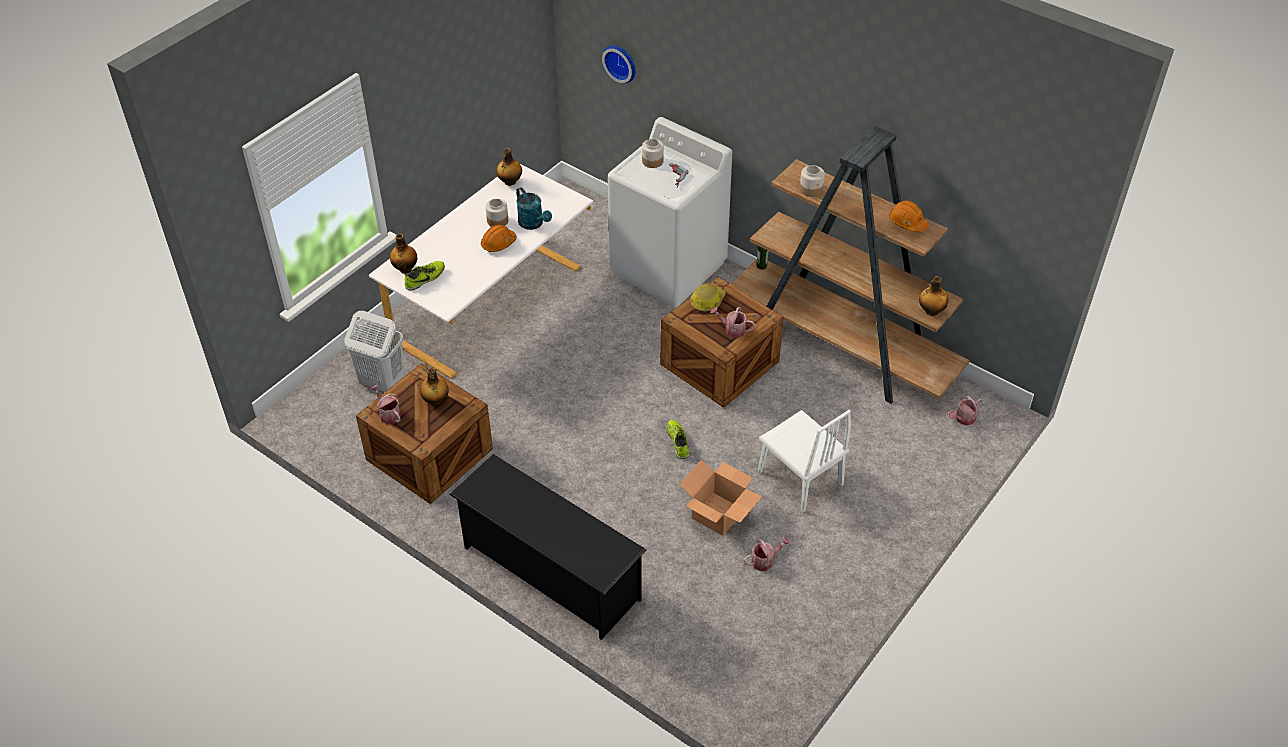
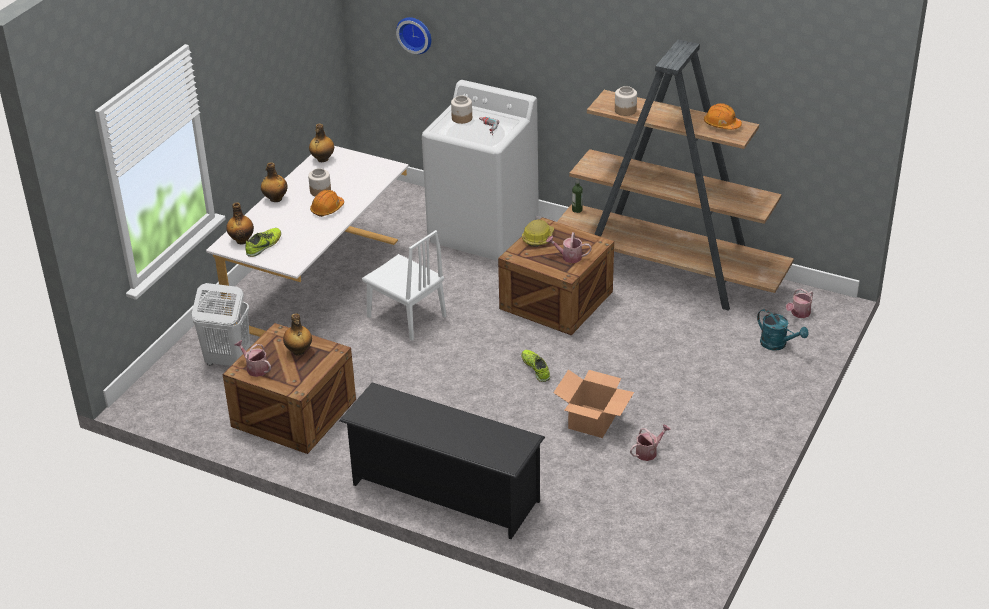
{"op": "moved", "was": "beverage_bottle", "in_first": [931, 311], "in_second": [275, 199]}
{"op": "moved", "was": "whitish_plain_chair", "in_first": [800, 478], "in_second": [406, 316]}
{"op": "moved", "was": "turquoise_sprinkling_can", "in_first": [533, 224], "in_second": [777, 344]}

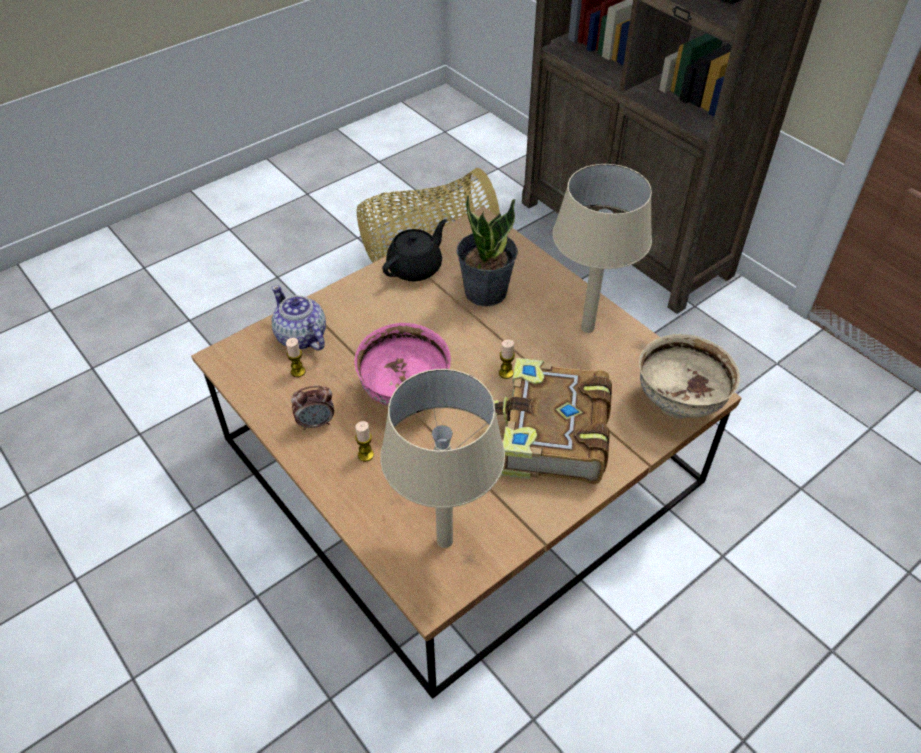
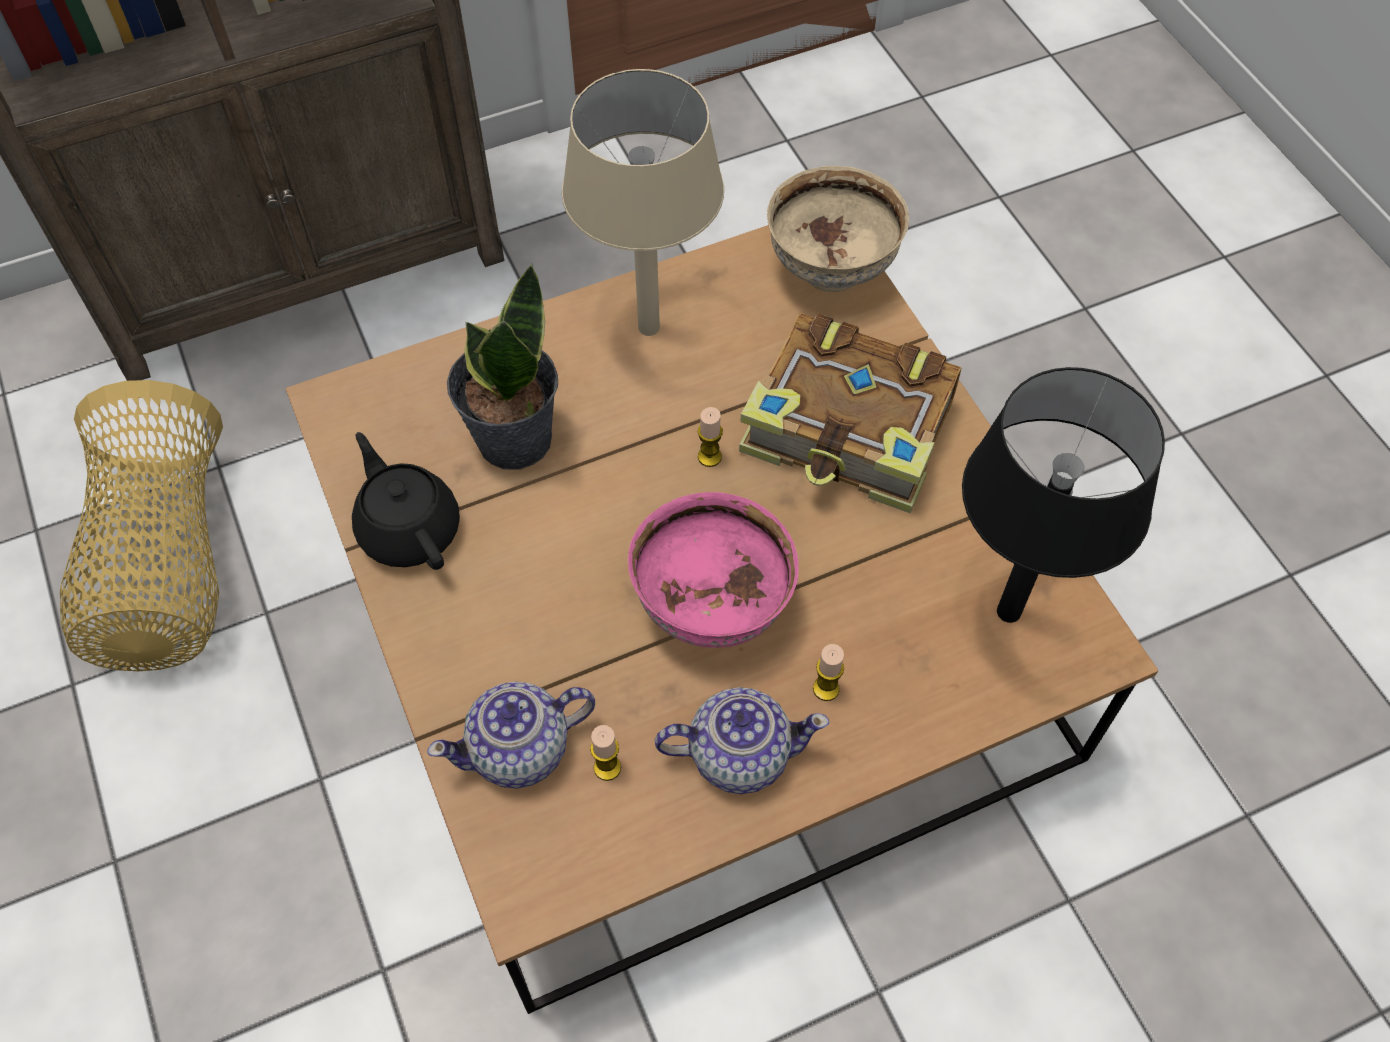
{"op": "replaced", "was": "bedside_clock", "now": "teapot", "in_first": [316, 423], "in_second": [738, 754]}
{"op": "recoloured", "was": "beige_tabletop_lamp", "now": "black-coloured_tabletop_lamp", "in_first": [444, 541], "in_second": [1010, 612]}

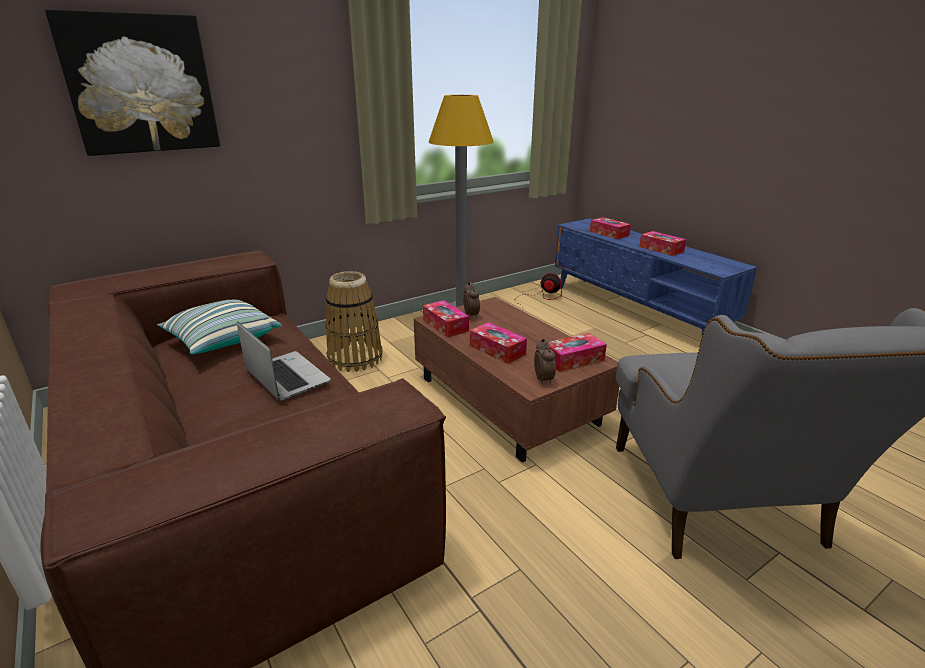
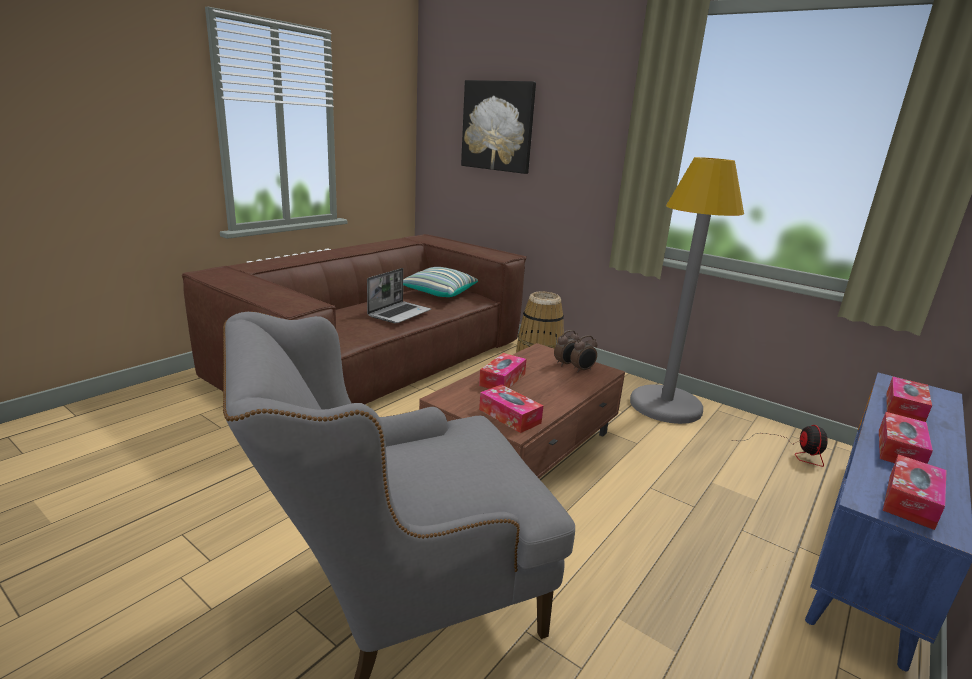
{"op": "moved", "was": "bedside_clock", "in_first": [544, 379], "in_second": [582, 370]}
{"op": "moved", "was": "tissue_holder", "in_first": [445, 325], "in_second": [910, 501]}

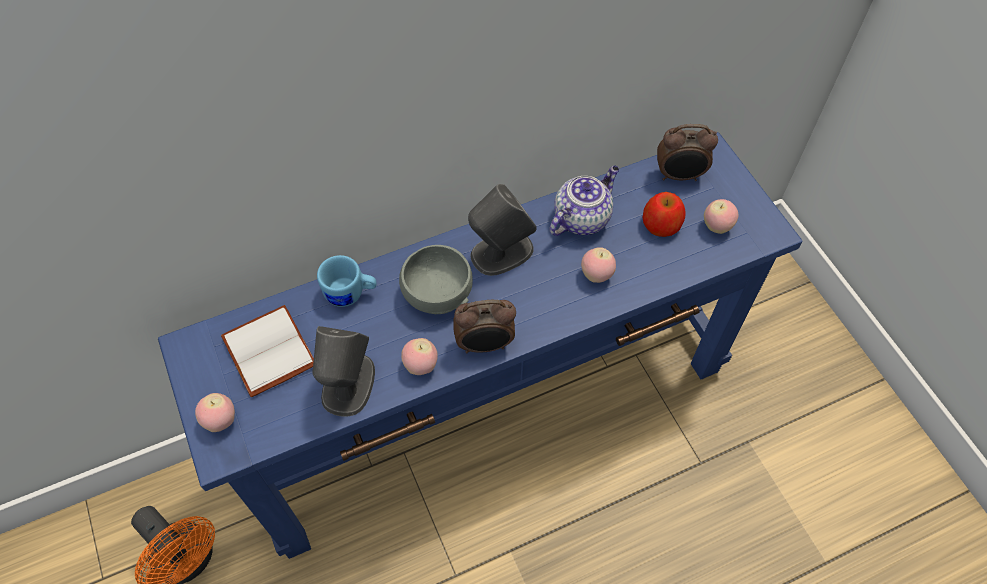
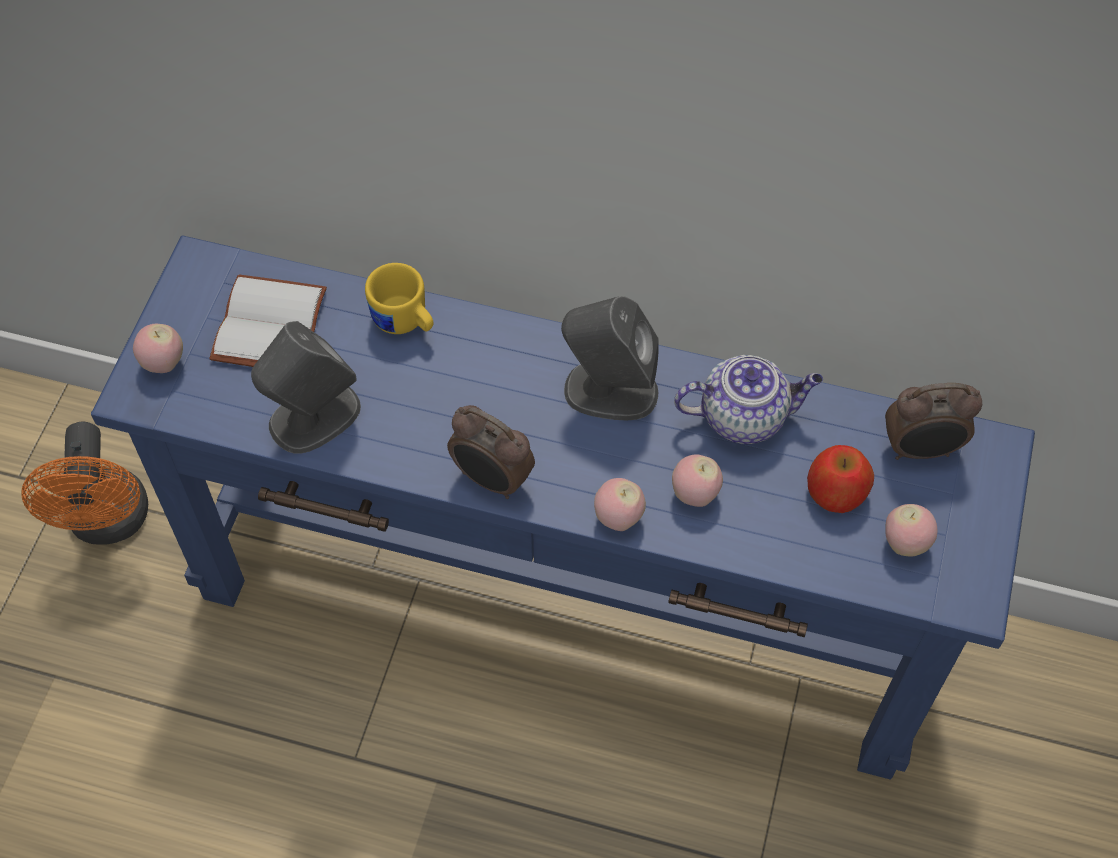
{"op": "recoloured", "was": "blue_tea_mug", "now": "yellow_tea_mug", "in_first": [350, 294], "in_second": [404, 322]}
{"op": "moved", "was": "apple", "in_first": [421, 365], "in_second": [618, 518]}
{"op": "turned", "was": "bedside_clock", "in_first": [679, 176], "in_second": [921, 450], "clockwise": -45}
{"op": "removed", "was": "grey_bowl", "in_first": [437, 293]}

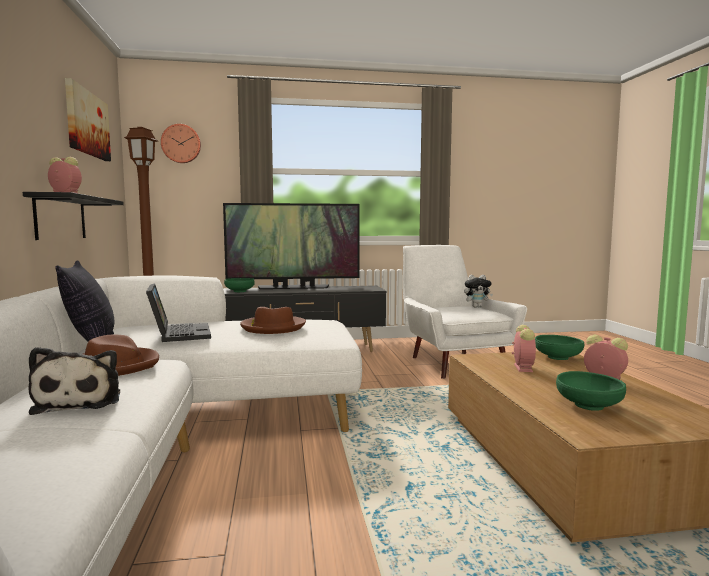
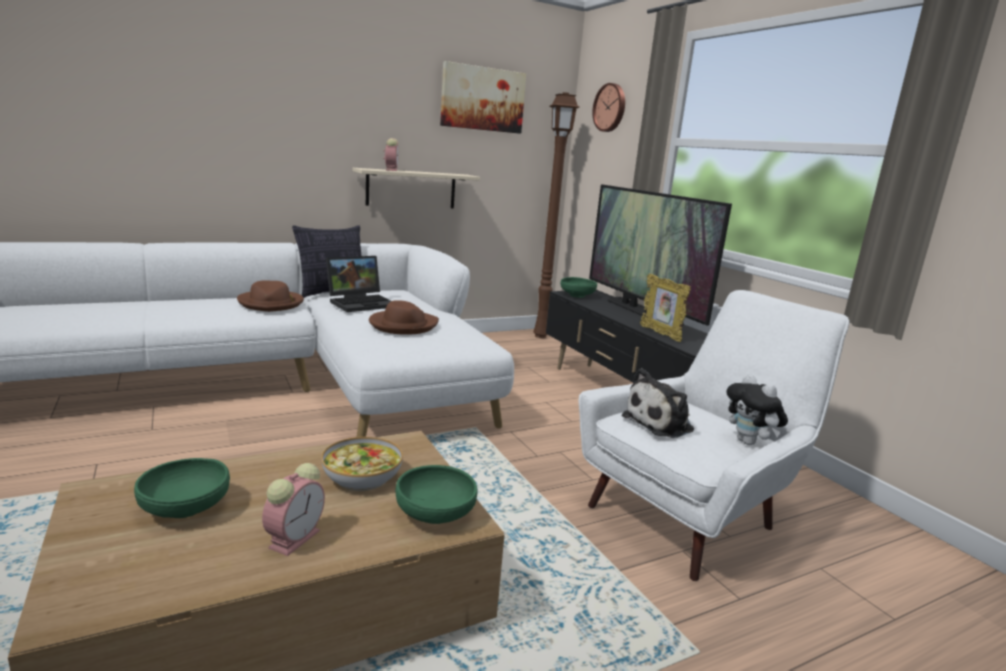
{"op": "replaced", "was": "bedside_clock", "now": "bowl", "in_first": [522, 367], "in_second": [363, 477]}
{"op": "recoloured", "was": "black-coloured_bracket_shelf", "now": "beige_bracket_shelf", "in_first": [60, 218], "in_second": [411, 189]}
{"op": "moved", "was": "cuddly_toy", "in_first": [81, 401], "in_second": [661, 423]}
{"op": "added", "now": "photo_frame", "in_second": [660, 334]}

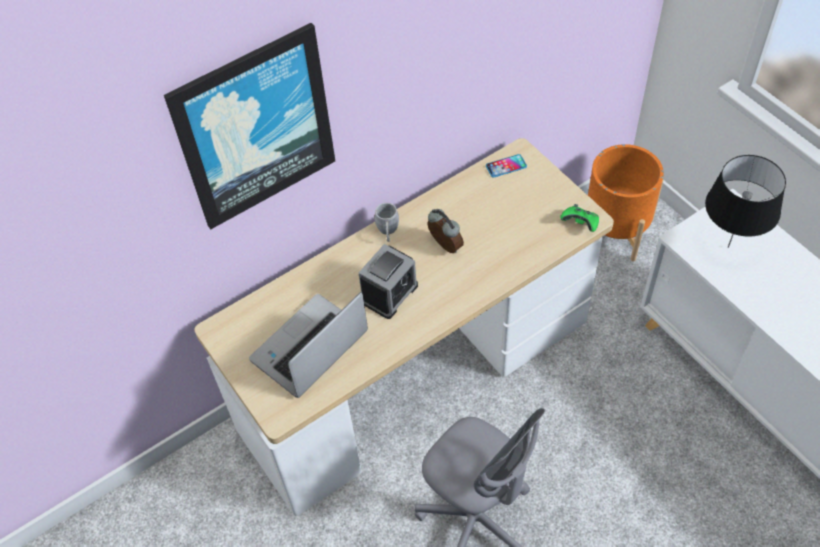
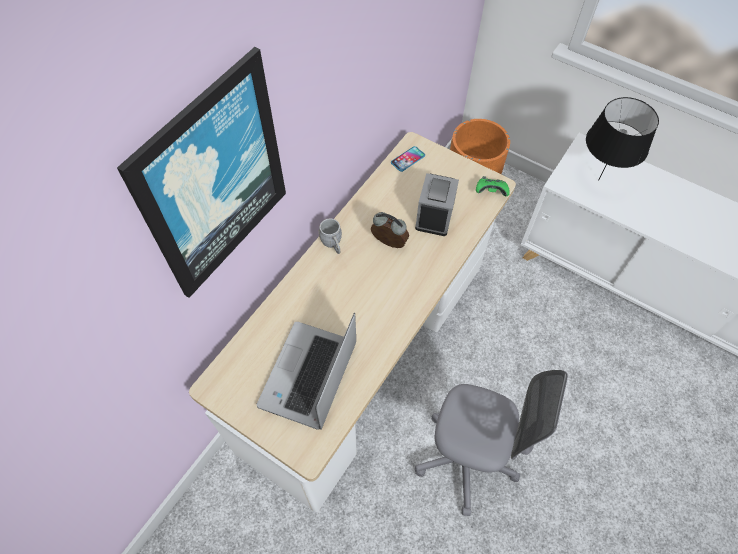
{"op": "moved", "was": "bedside_clock", "in_first": [389, 293], "in_second": [434, 215]}

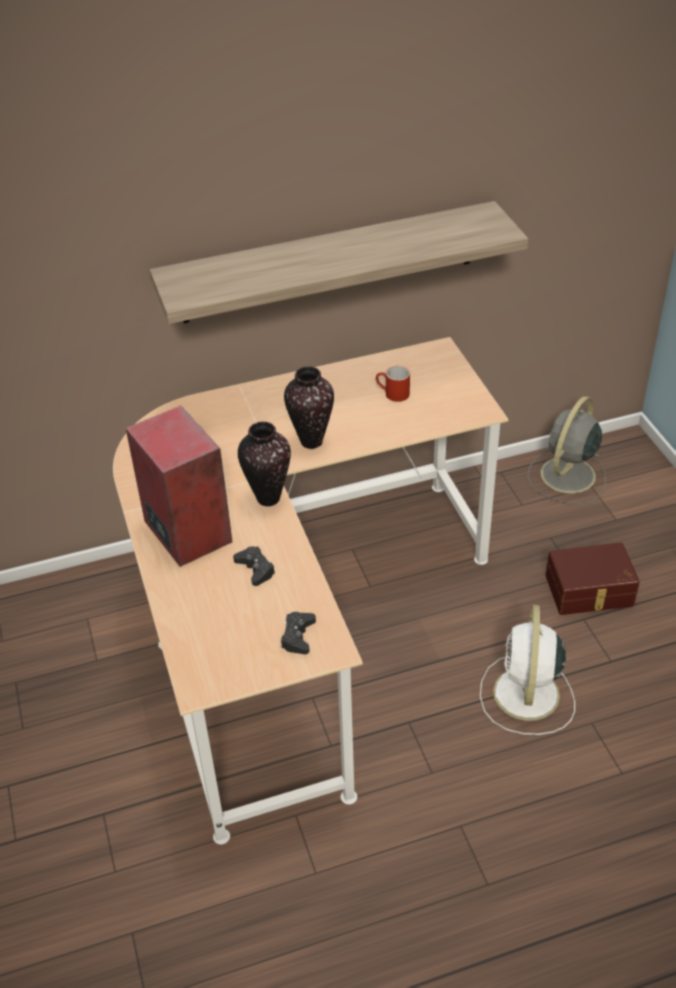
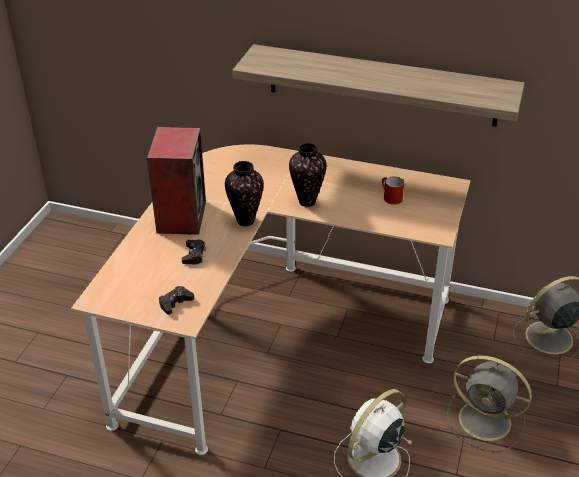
{"op": "replaced", "was": "brownish_storage_bin", "now": "grey_fan", "in_first": [590, 591], "in_second": [487, 421]}

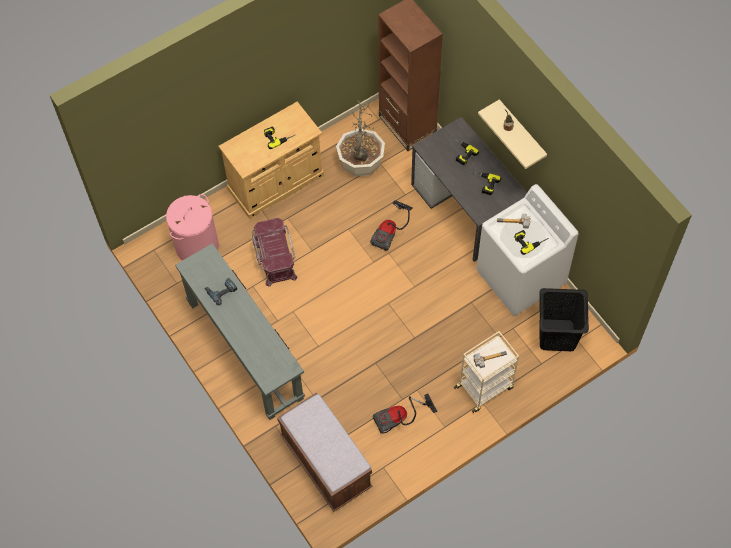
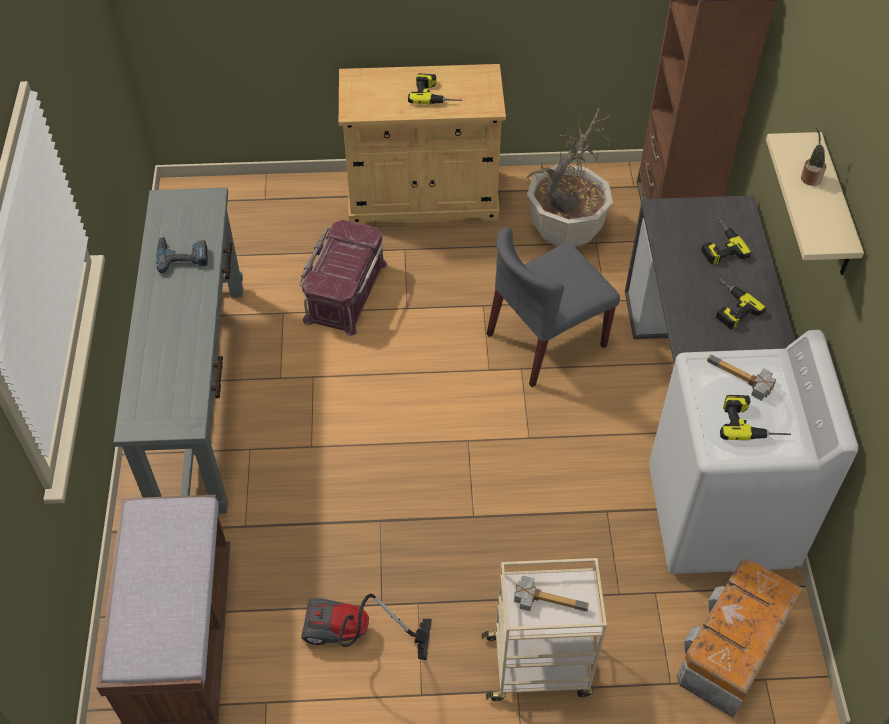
{"op": "replaced", "was": "vacuum", "now": "grey_plain_chair", "in_first": [390, 232], "in_second": [545, 341]}
{"op": "replaced", "was": "black-coloured_laundry_basket", "now": "storage_bin", "in_first": [557, 335], "in_second": [731, 650]}
{"op": "removed", "was": "pink_laundry_basket", "in_first": [197, 246]}

